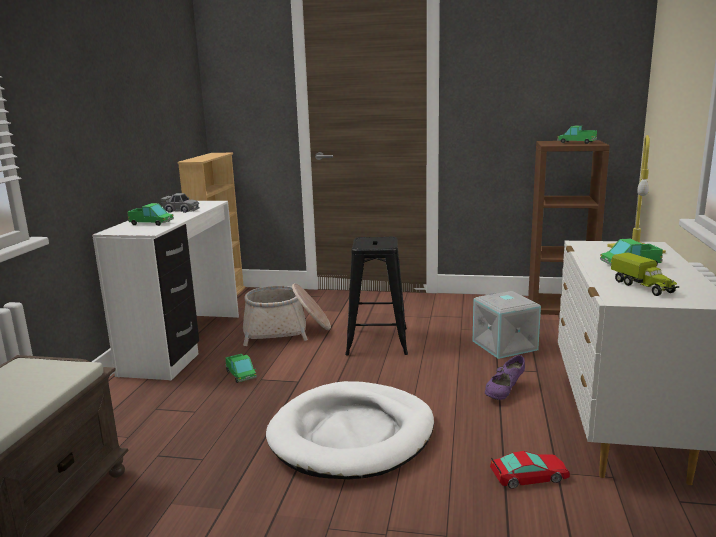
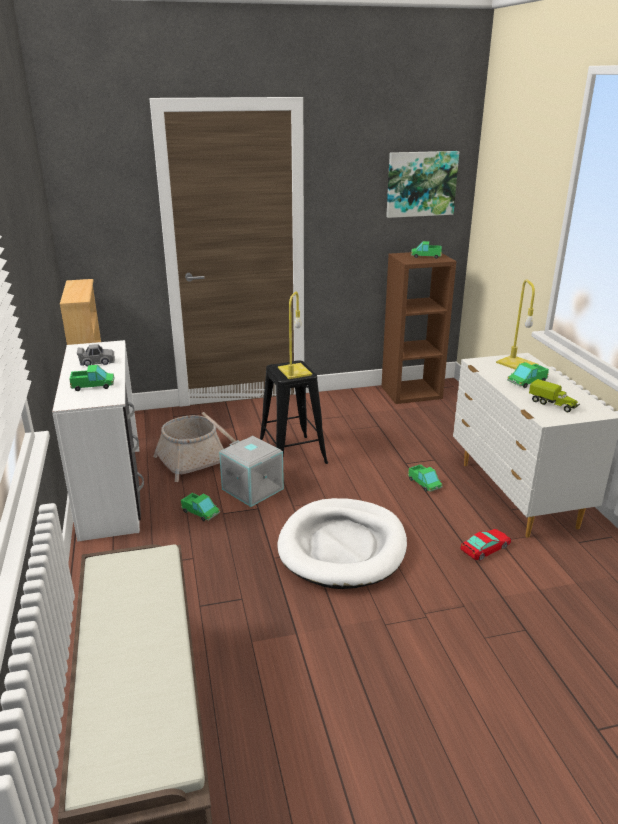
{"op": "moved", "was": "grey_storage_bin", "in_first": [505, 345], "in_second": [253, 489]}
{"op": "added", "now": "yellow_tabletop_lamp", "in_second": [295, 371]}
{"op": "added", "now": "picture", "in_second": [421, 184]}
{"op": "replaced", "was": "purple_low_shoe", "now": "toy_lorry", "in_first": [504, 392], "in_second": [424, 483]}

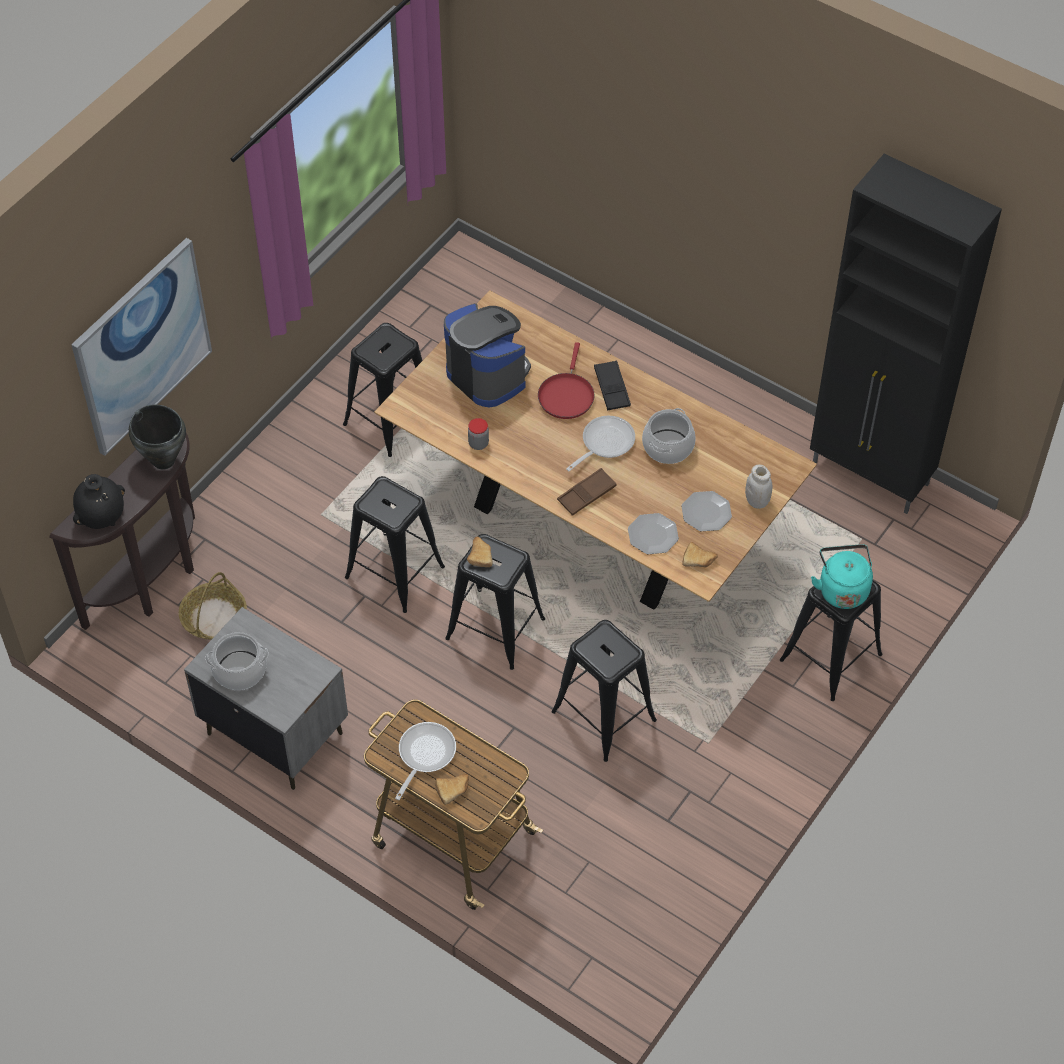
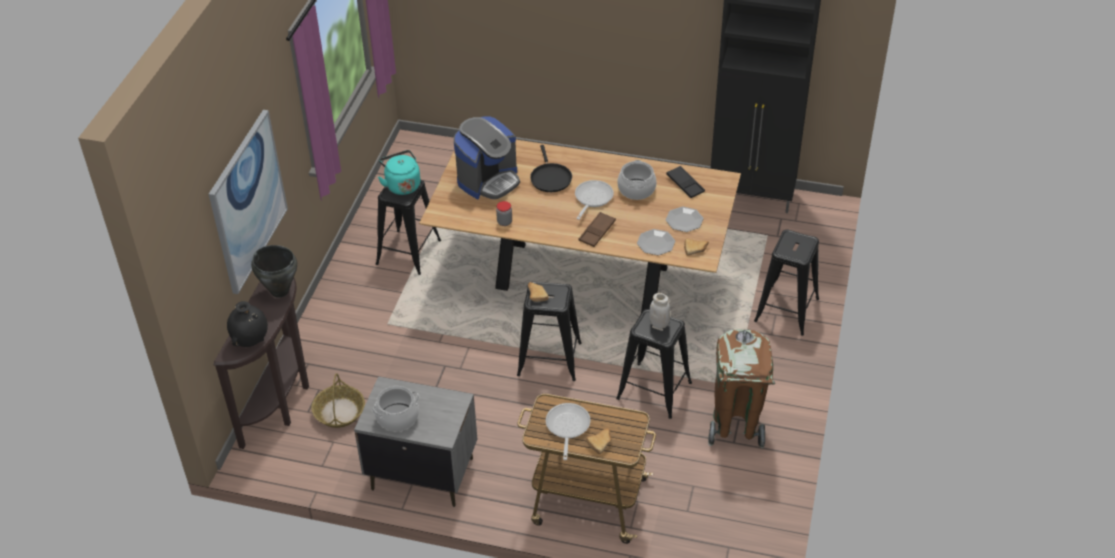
{"op": "moved", "was": "turquoise_tea_kettle", "in_first": [842, 589], "in_second": [402, 185]}
{"op": "turned", "was": "coffee_maker", "in_first": [487, 374], "in_second": [488, 180], "clockwise": 105}
{"op": "recoloured", "was": "reddish_frying_pan", "now": "black-coloured_frying_pan", "in_first": [566, 395], "in_second": [550, 178]}
{"op": "moved", "was": "whitish_jar", "in_first": [757, 501], "in_second": [659, 324]}
{"op": "moved", "was": "black-coloured_serving_tray", "in_first": [612, 388], "in_second": [685, 184]}
{"op": "added", "now": "brownish_waste_bin", "in_second": [736, 426]}
{"op": "removed", "was": "black-coloured_sitting_stool", "in_first": [395, 572]}

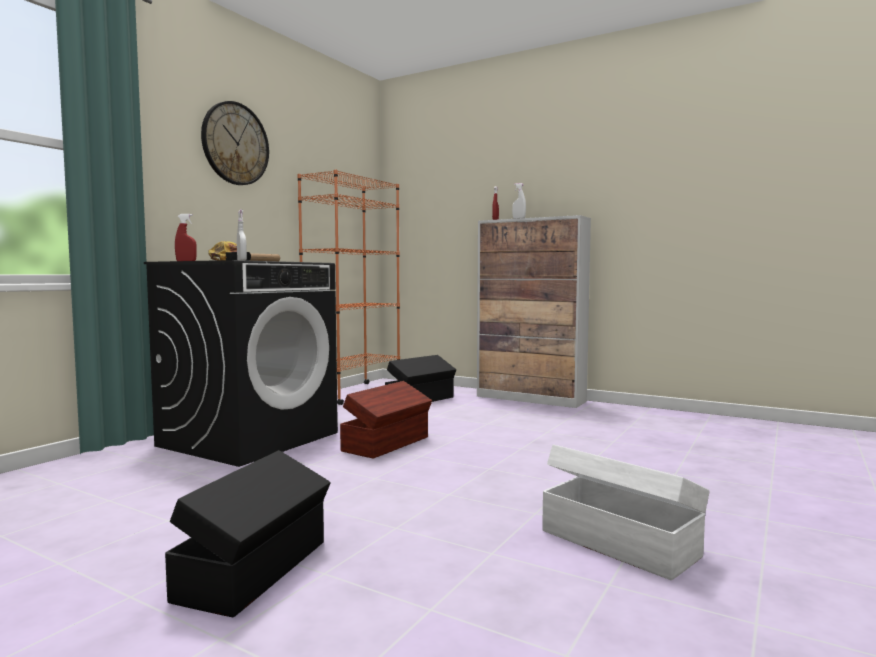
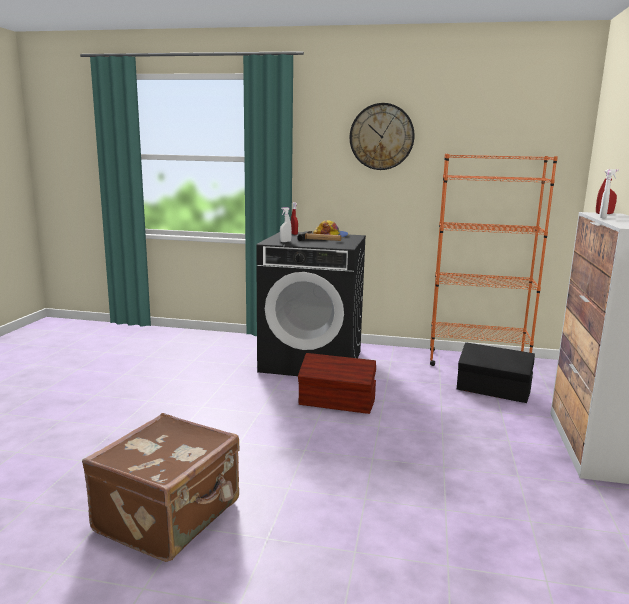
{"op": "replaced", "was": "whitish_storage_bin", "now": "brownish_travel_case", "in_first": [618, 542], "in_second": [170, 516]}
{"op": "removed", "was": "black-coloured_storage_bin", "in_first": [257, 569]}

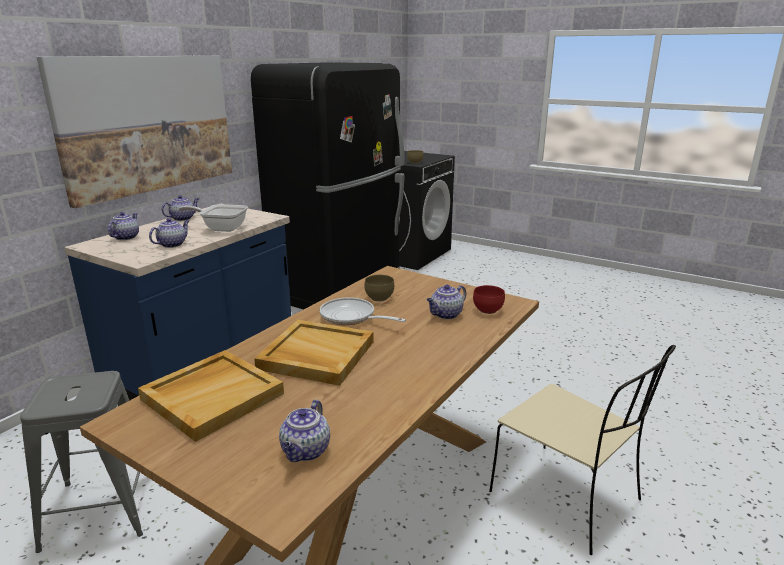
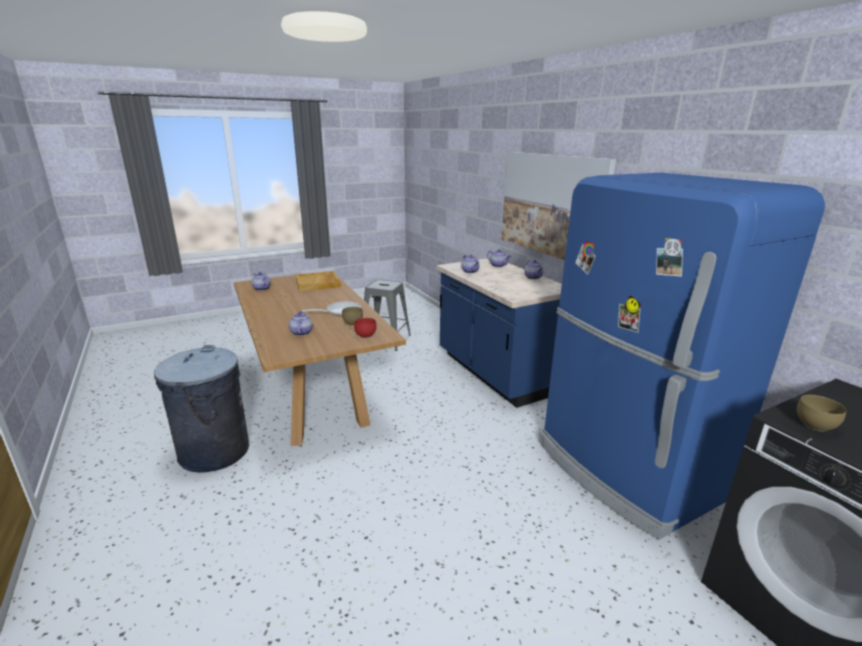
{"op": "replaced", "was": "beige_plain_chair", "now": "grey_waste_bin", "in_first": [568, 497], "in_second": [213, 451]}
{"op": "moved", "was": "reddish_bowl", "in_first": [487, 310], "in_second": [366, 335]}
{"op": "recoloured", "was": "black-coloured_refrigerator", "now": "blue_refrigerator", "in_first": [341, 289], "in_second": [625, 470]}
{"op": "removed", "was": "frying_pan", "in_first": [221, 228]}
{"op": "removed", "was": "beige_serving_tray", "in_first": [315, 355]}

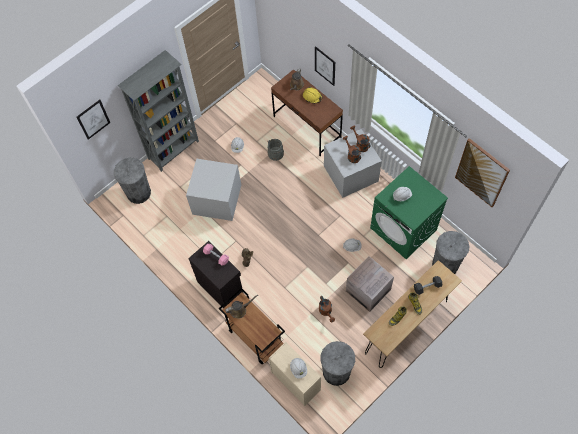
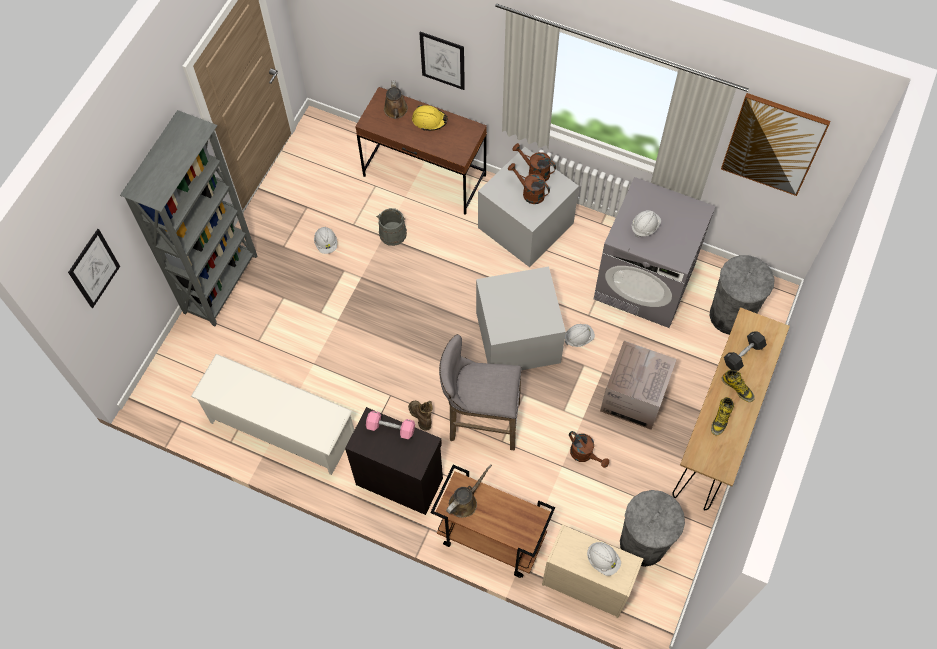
{"op": "added", "now": "whitish_shoe_shelf", "in_second": [281, 428]}
{"op": "added", "now": "grey_sitting_stool", "in_second": [480, 422]}
{"op": "moved", "was": "grey_storage_bin", "in_first": [217, 199], "in_second": [519, 336]}
{"op": "recoloured", "was": "green-coloured_laundry_machine", "now": "grey_laundry_machine", "in_first": [403, 229], "in_second": [645, 283]}
{"op": "removed", "was": "grey_waste_bin", "in_first": [138, 192]}

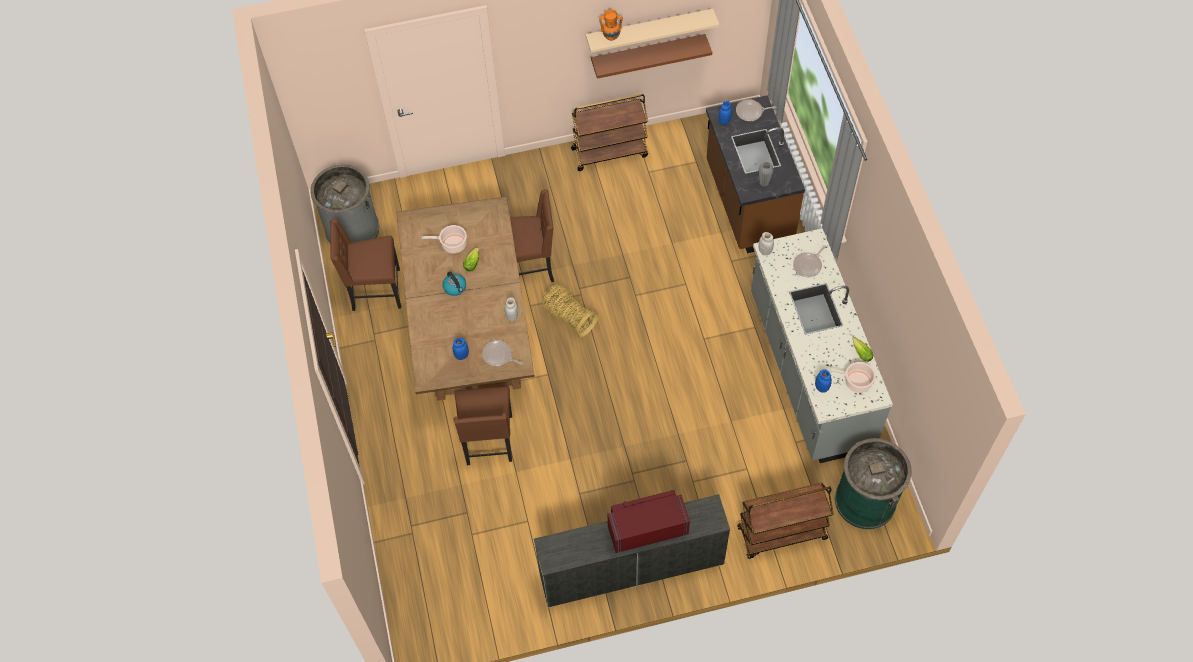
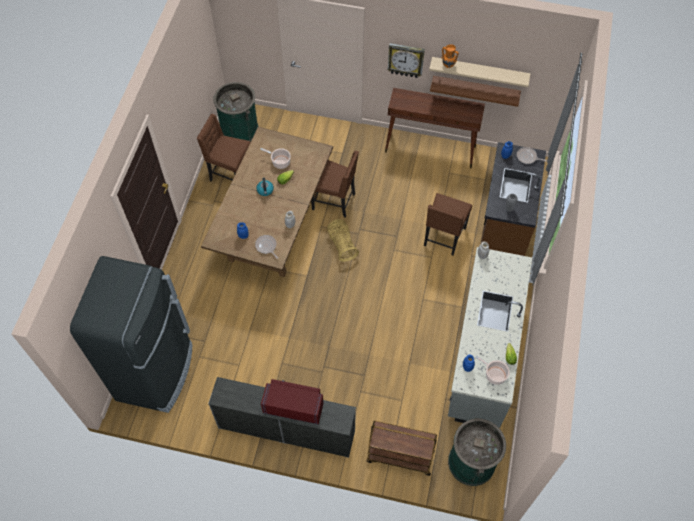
{"op": "added", "now": "black-coloured_refrigerator", "in_second": [156, 372]}
{"op": "recoloured", "was": "grey_waste_bin", "now": "green-coloured_waste_bin", "in_first": [352, 228], "in_second": [239, 130]}
{"op": "replaced", "was": "brownish_cart", "now": "brownish_narrow_table", "in_first": [610, 152], "in_second": [430, 149]}
{"op": "added", "now": "wall_clock", "in_second": [406, 60]}
{"op": "moved", "was": "brownish_plain_chair", "in_first": [488, 441], "in_second": [443, 237]}
{"op": "removed", "was": "frying_pan", "in_first": [808, 265]}

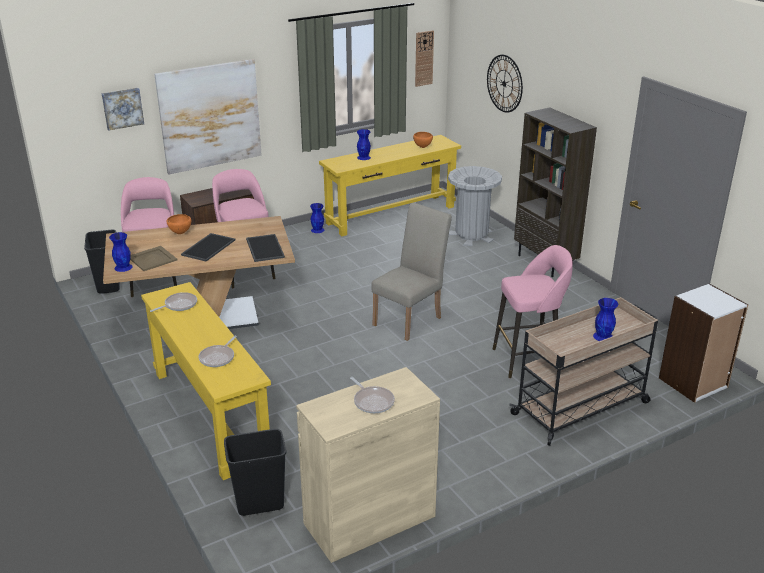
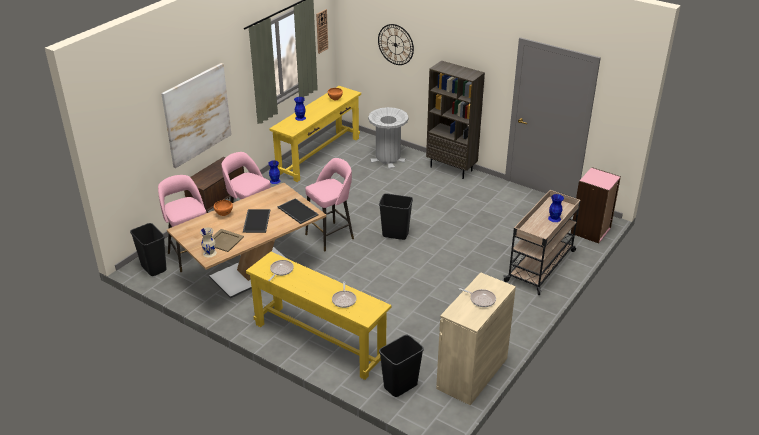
{"op": "recoloured", "was": "blue_vase", "now": "beige_vase", "in_first": [123, 267], "in_second": [210, 253]}
{"op": "moved", "was": "pink_sitting_stool", "in_first": [528, 360], "in_second": [331, 236]}
{"op": "replaced", "was": "beige_plain_chair", "now": "black-coloured_waste_bin", "in_first": [411, 319], "in_second": [395, 234]}
{"op": "recoloured", "was": "whitish_shelving_unit", "now": "pink_shelving_unit", "in_first": [693, 383], "in_second": [591, 231]}
{"op": "removed", "was": "picture", "in_first": [122, 108]}

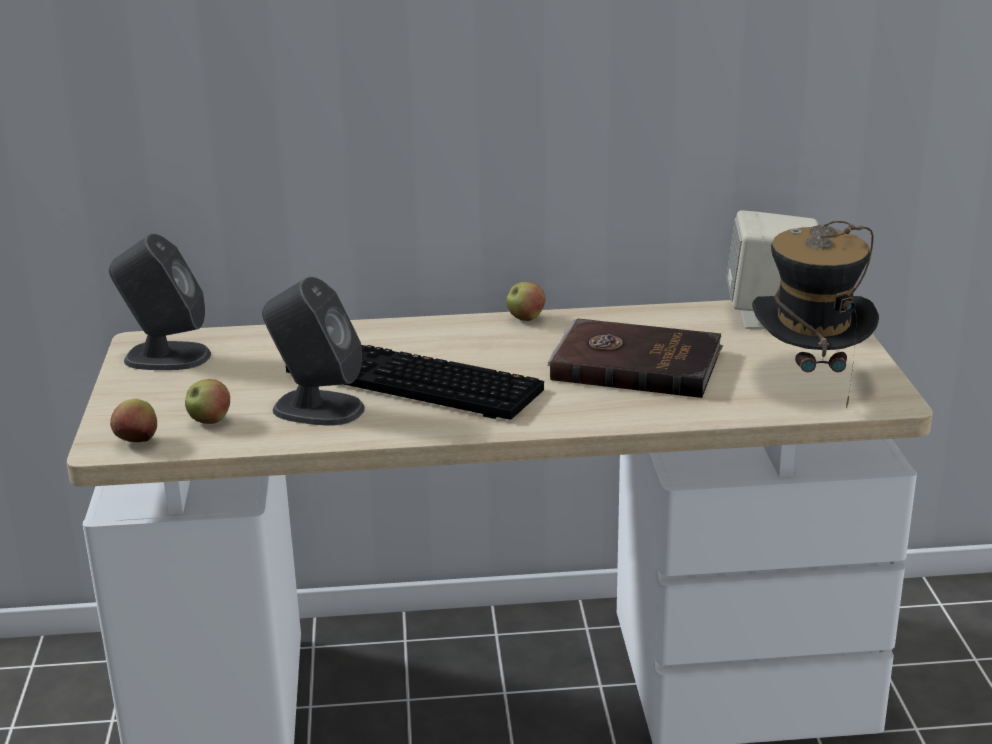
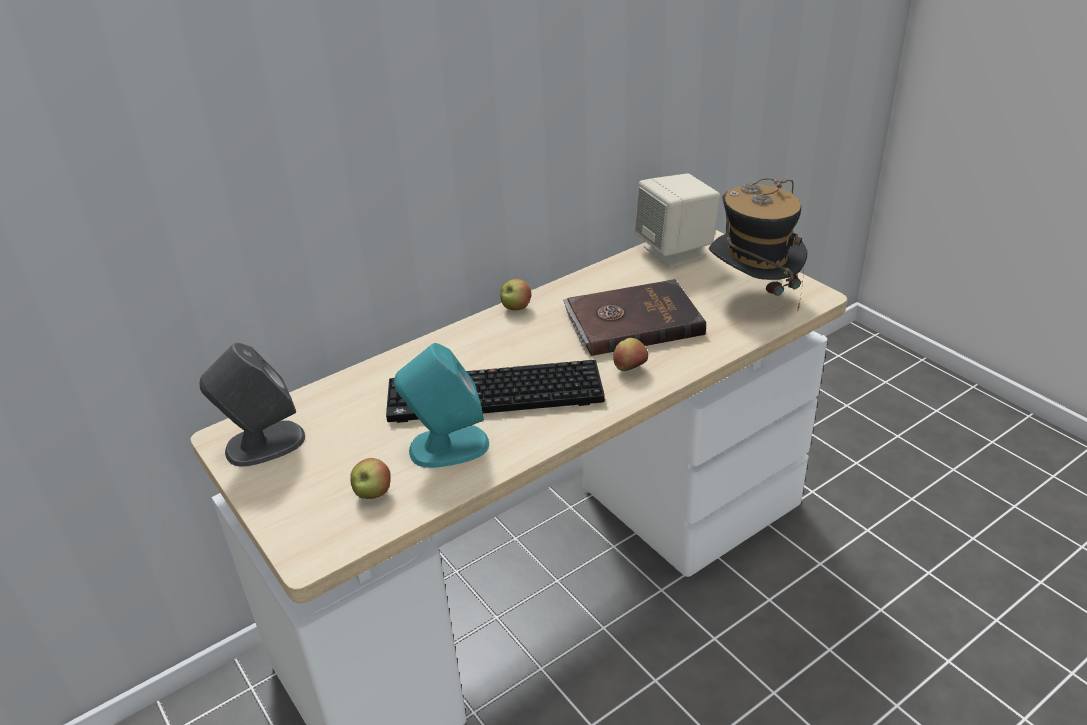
{"op": "recoloured", "was": "grey_audio_speaker", "now": "turquoise_audio_speaker", "in_first": [317, 408], "in_second": [447, 447]}
{"op": "moved", "was": "apple", "in_first": [137, 442], "in_second": [630, 369]}

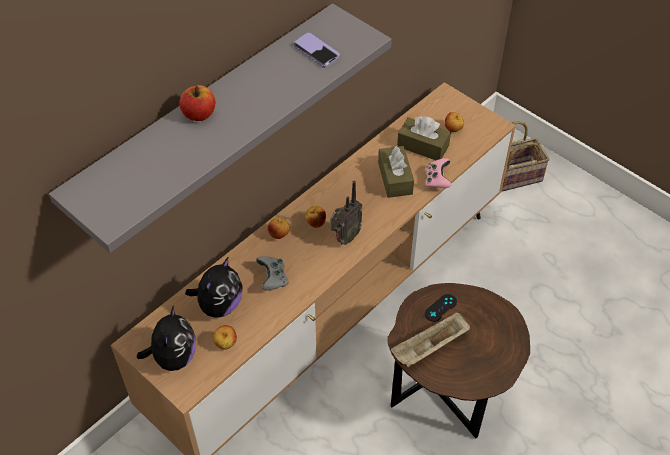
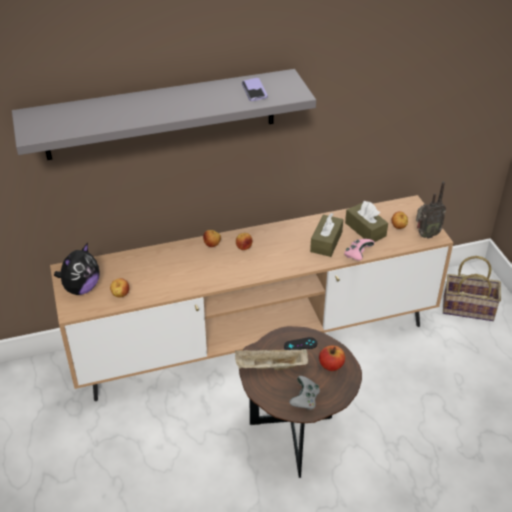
{"op": "moved", "was": "grey_game_controller", "in_first": [273, 279], "in_second": [304, 400]}
{"op": "moved", "was": "apple", "in_first": [199, 114], "in_second": [331, 365]}
{"op": "moved", "was": "radio_set", "in_first": [344, 238], "in_second": [426, 235]}
{"op": "removed", "was": "cuddly_toy", "in_first": [219, 305]}

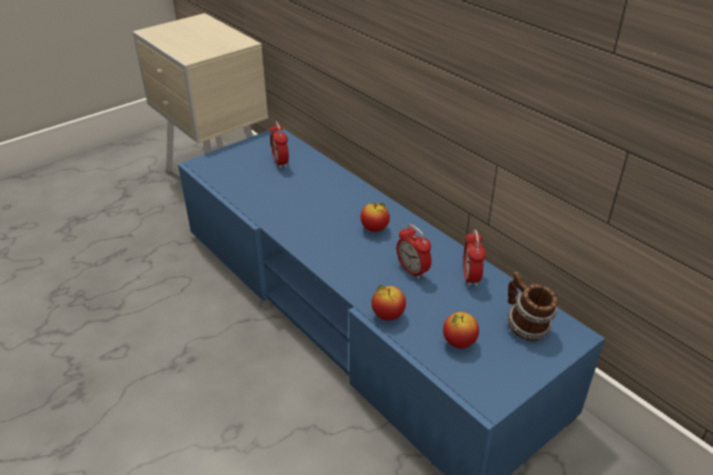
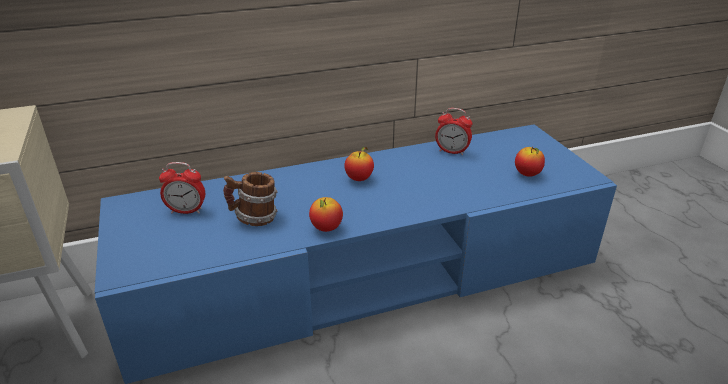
{"op": "moved", "was": "tea_mug", "in_first": [525, 326], "in_second": [254, 219]}
{"op": "moved", "was": "apple", "in_first": [388, 315], "in_second": [326, 228]}
{"op": "removed", "was": "bedside_clock", "in_first": [412, 271]}

